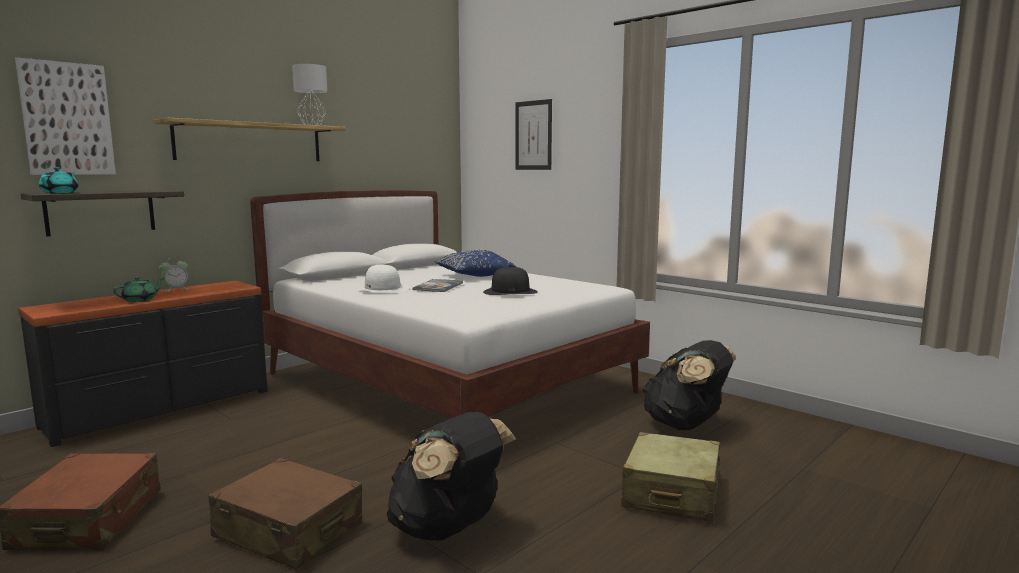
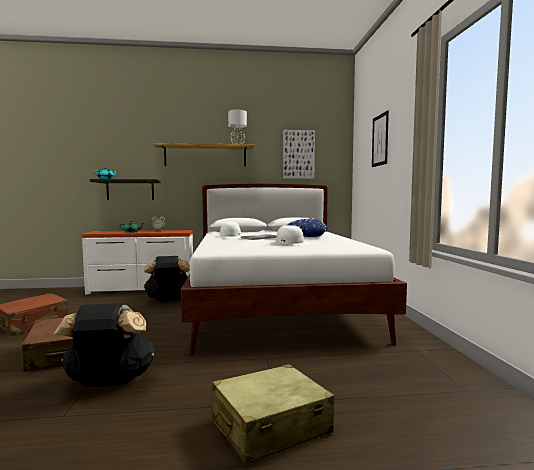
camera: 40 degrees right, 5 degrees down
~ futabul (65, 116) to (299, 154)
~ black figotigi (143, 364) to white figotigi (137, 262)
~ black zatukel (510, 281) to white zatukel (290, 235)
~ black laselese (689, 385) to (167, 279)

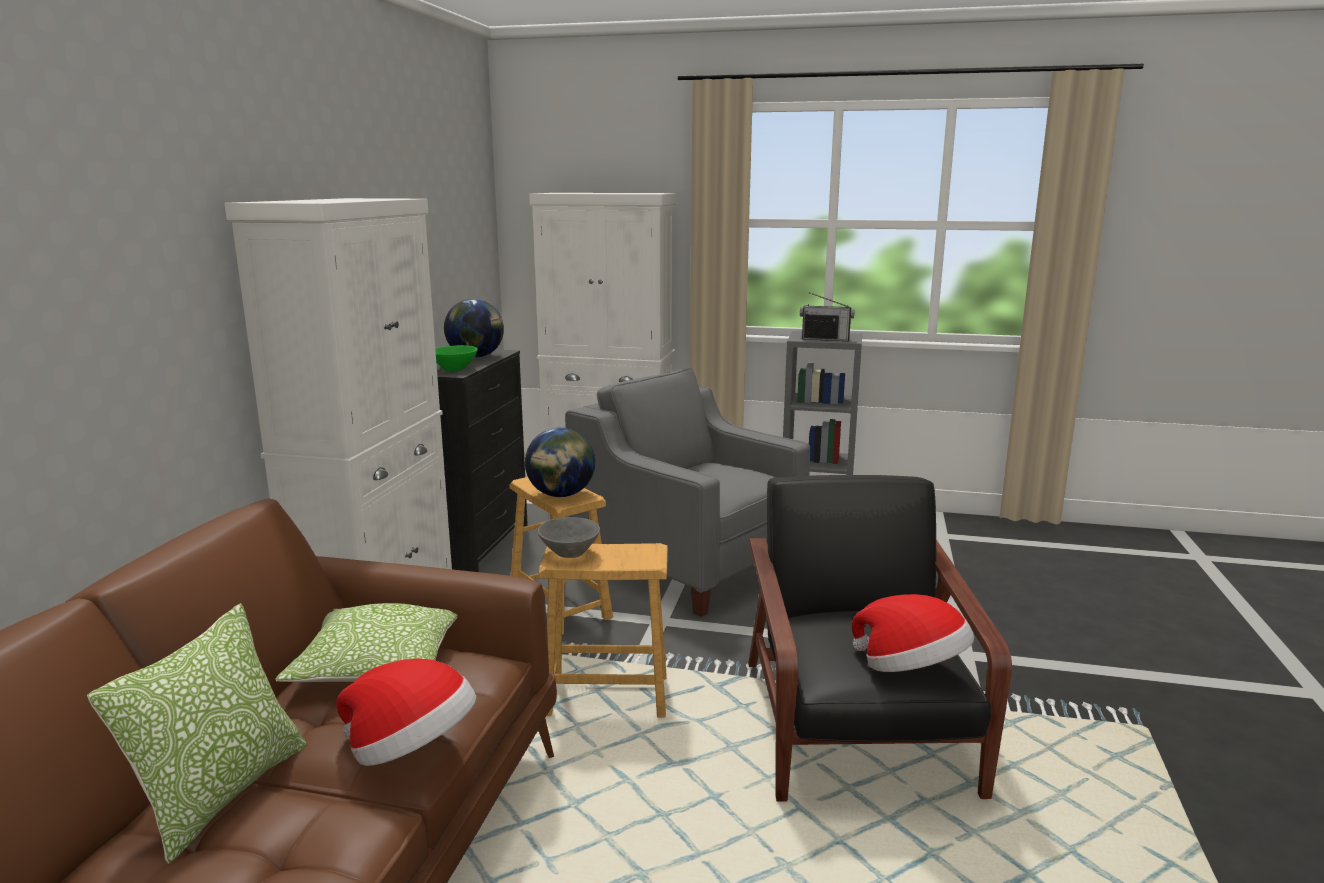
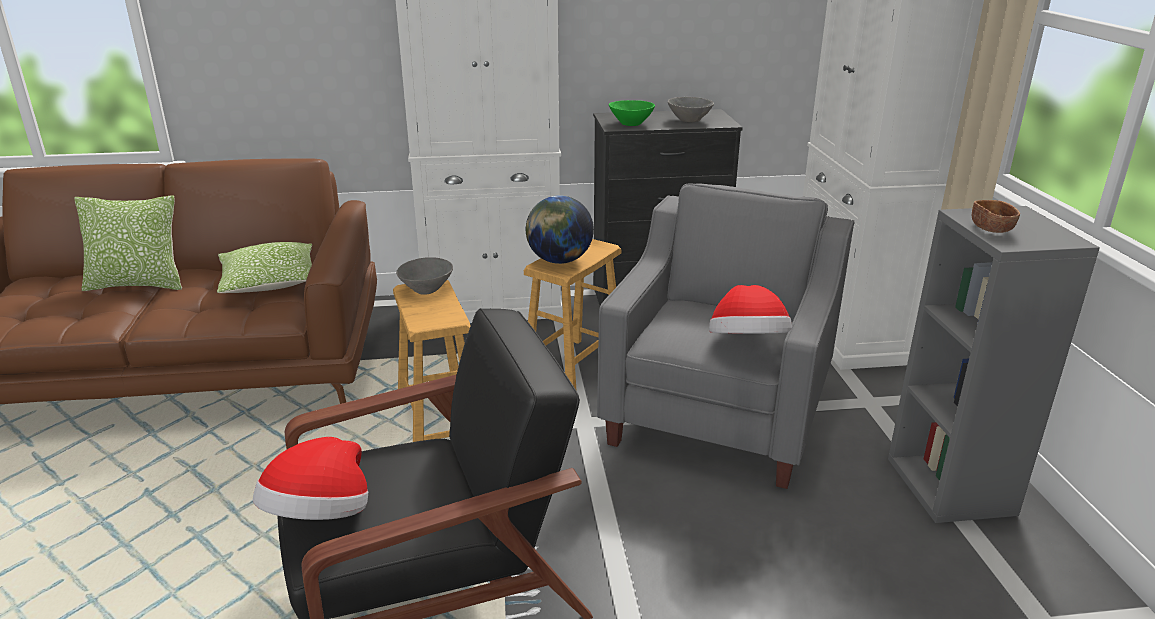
camera: 70 degrees right, 10 degrees up
~ zatukel (406, 712) to (750, 309)
~ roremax (474, 328) to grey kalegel (691, 109)
~ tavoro (827, 316) to brown kalegel (996, 216)

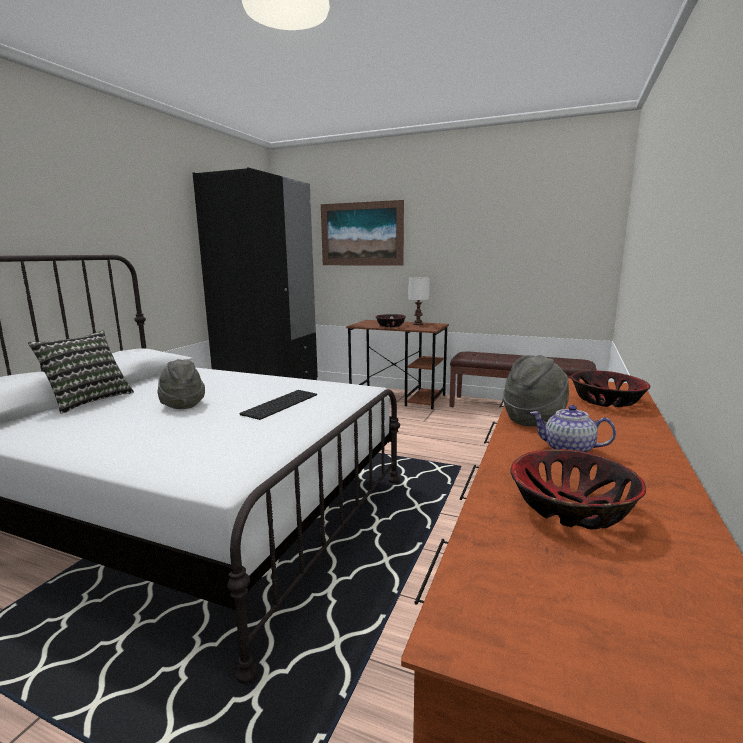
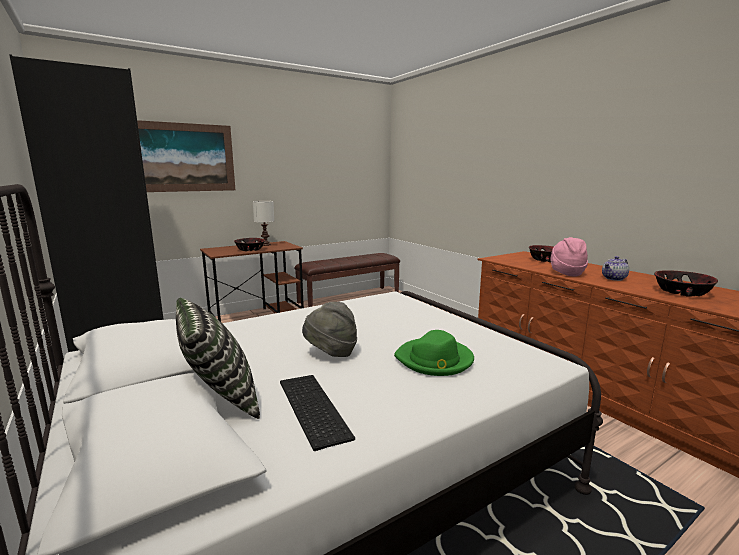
camera: 55 degrees left, 0 degrees up
~ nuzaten (278, 405) to (317, 413)
~ grey zatukel (536, 391) to pink zatukel (569, 256)
+ green zatukel (434, 353)

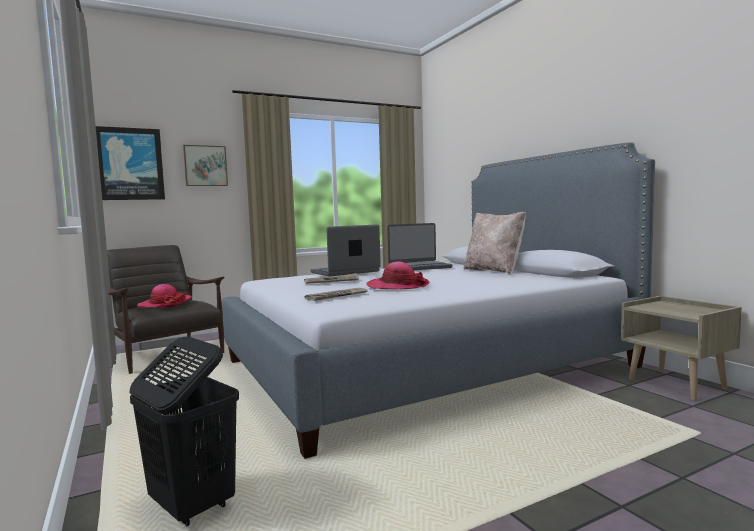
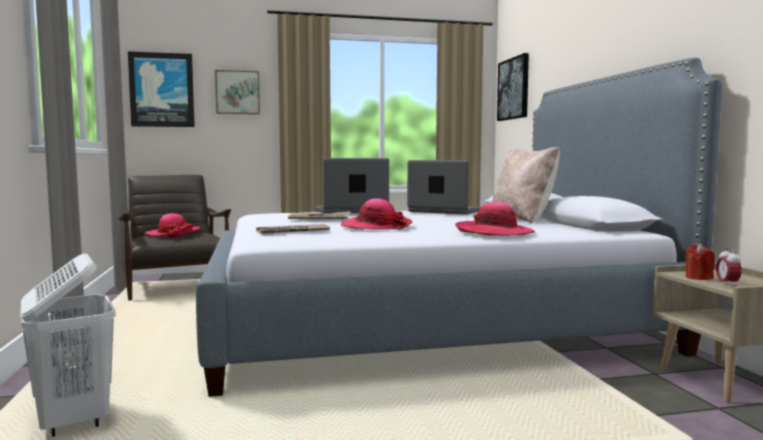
camera: 15 degrees right, 0 degrees up
~ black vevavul (184, 431) to white vevavul (68, 345)
~ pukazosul (420, 246) = (444, 187) 150 degrees counterclockwise
+ zatukel (495, 219)
+ futabul (513, 87)
+ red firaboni (700, 261)
+ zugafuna (729, 265)

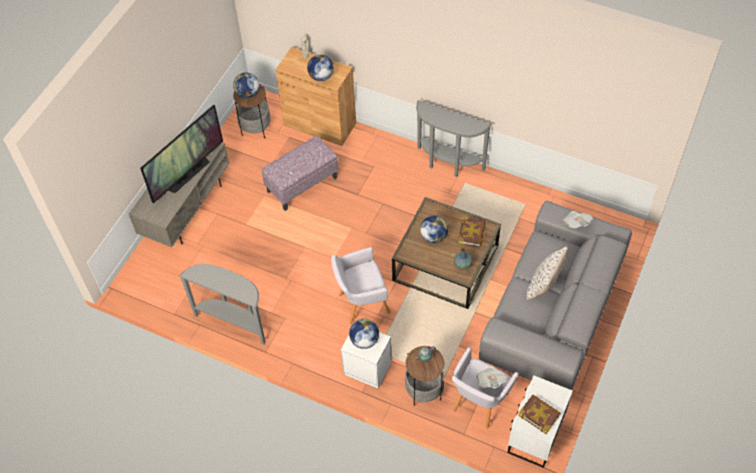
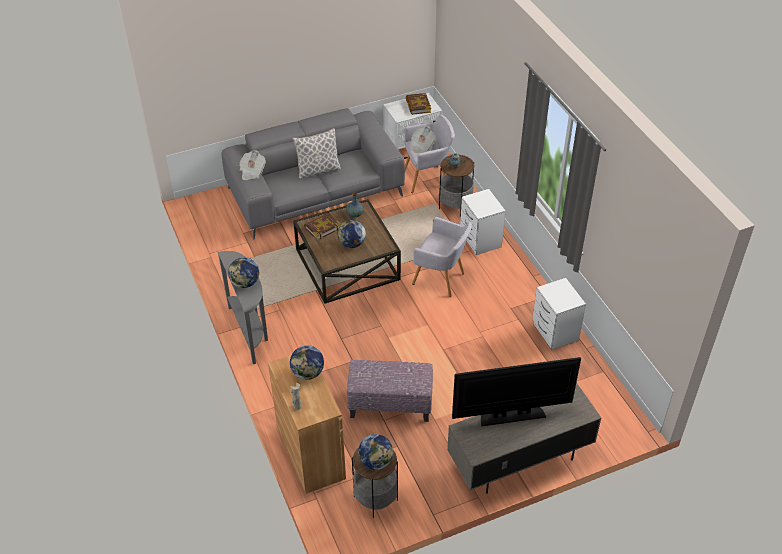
camera: 140 degrees left, 10 degrees down
~ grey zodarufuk (222, 304) to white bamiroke (559, 314)
~ roremax (364, 334) to (243, 272)

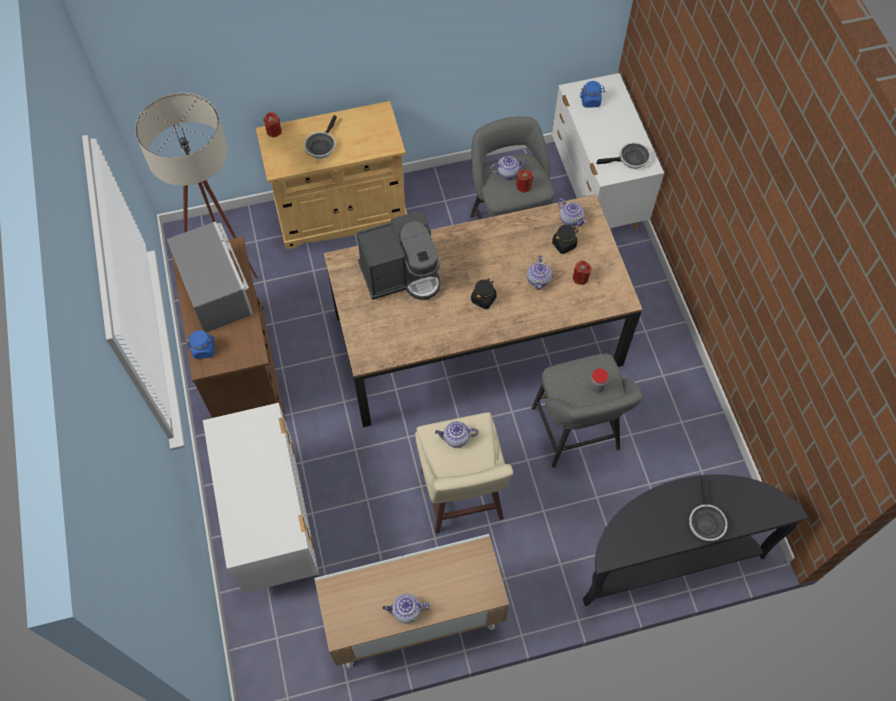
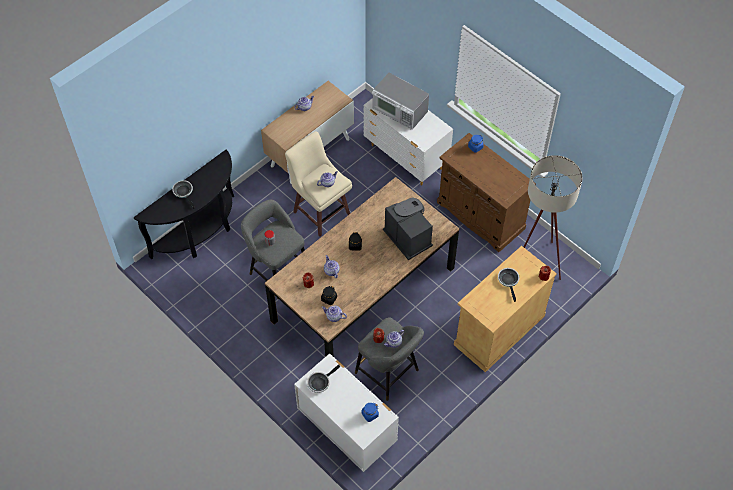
camera: 150 degrees right, 5 degrees down
~ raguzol (210, 277) to (400, 101)
~ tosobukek (398, 255) = (408, 229) 105 degrees clockwise

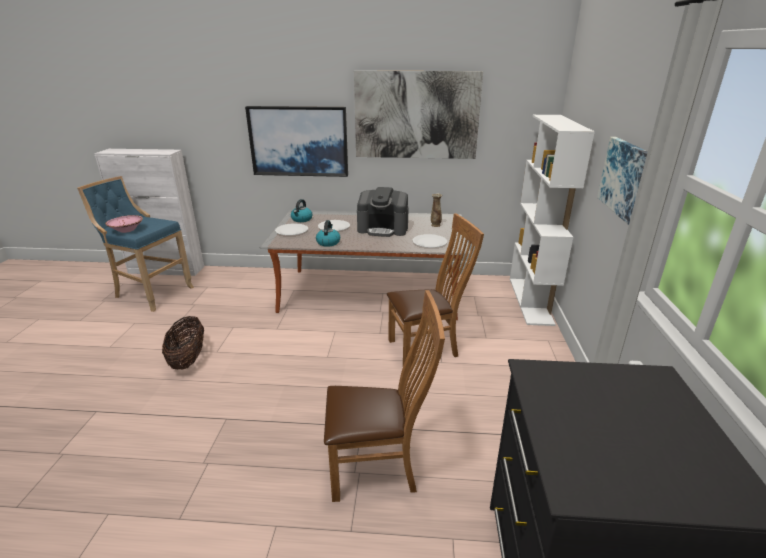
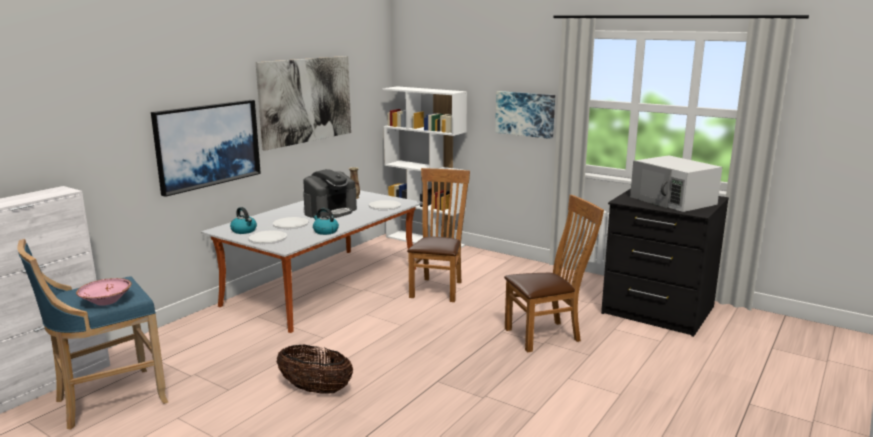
camera: 60 degrees left, 10 degrees down
~ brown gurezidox (384, 396) = (554, 273) 45 degrees clockwise
+ white raguzol (676, 183)

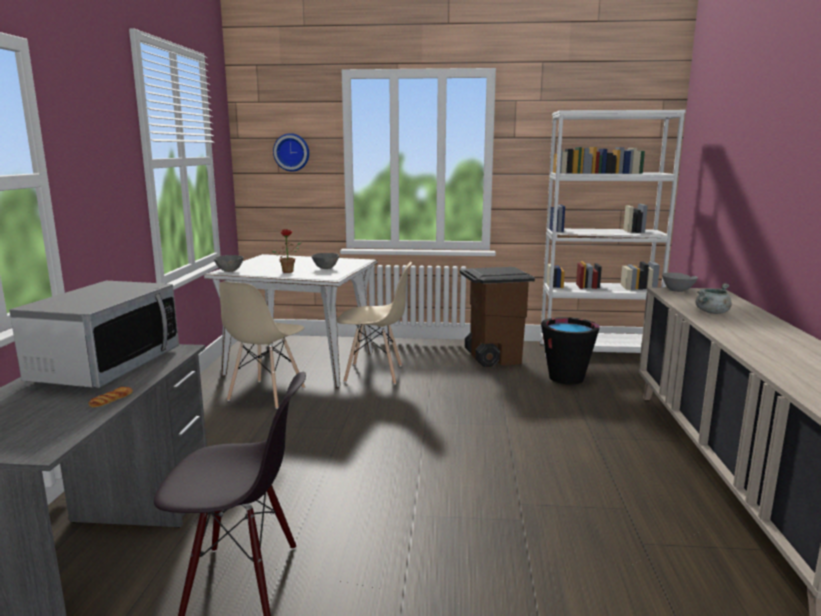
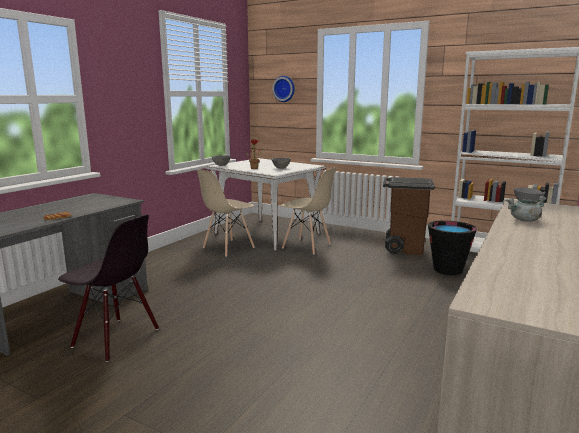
camera: 25 degrees right, 0 degrees up
- raguzol (94, 334)

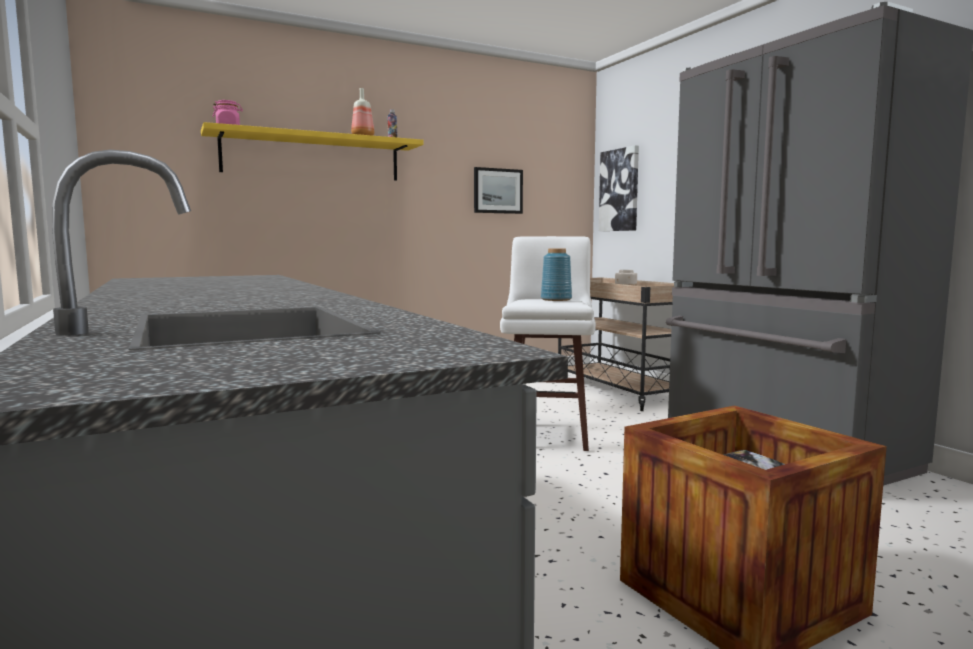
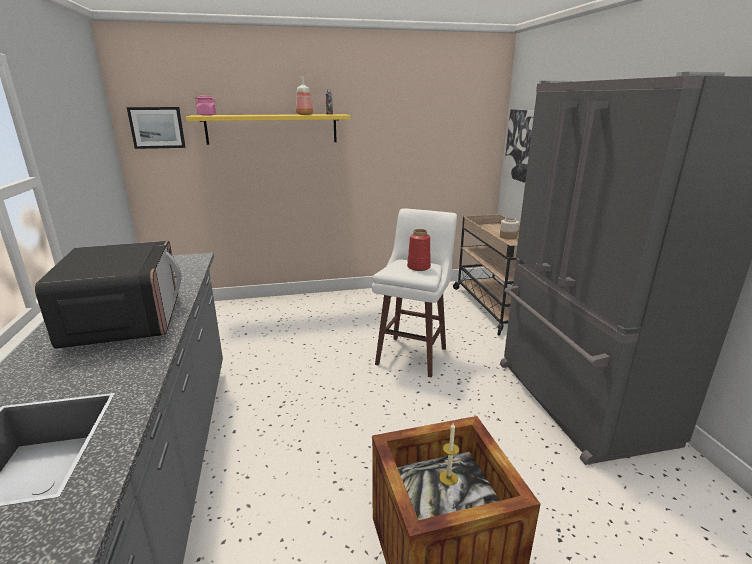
camera: 15 degrees right, 15 degrees up
~ futabul (498, 190) to (156, 128)
~ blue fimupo (556, 275) to red fimupo (419, 250)
+ raguzol (108, 295)
+ firaboni (449, 454)

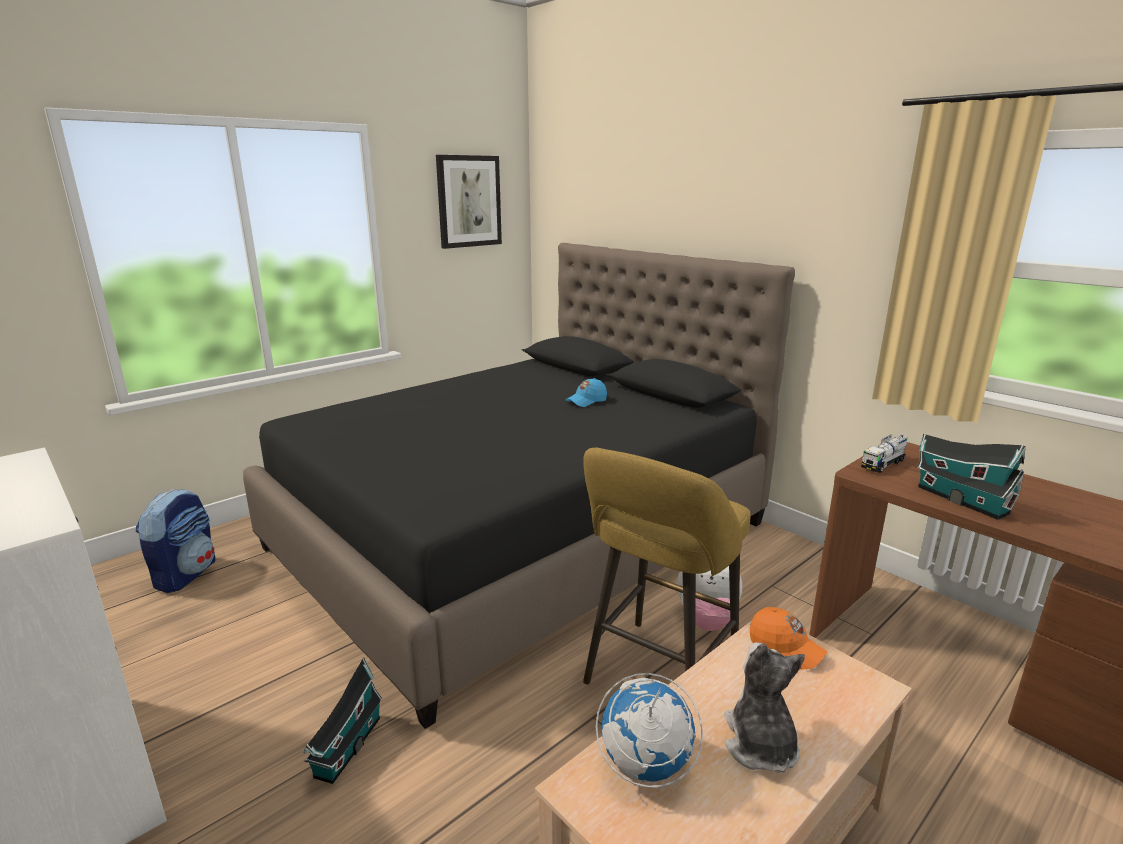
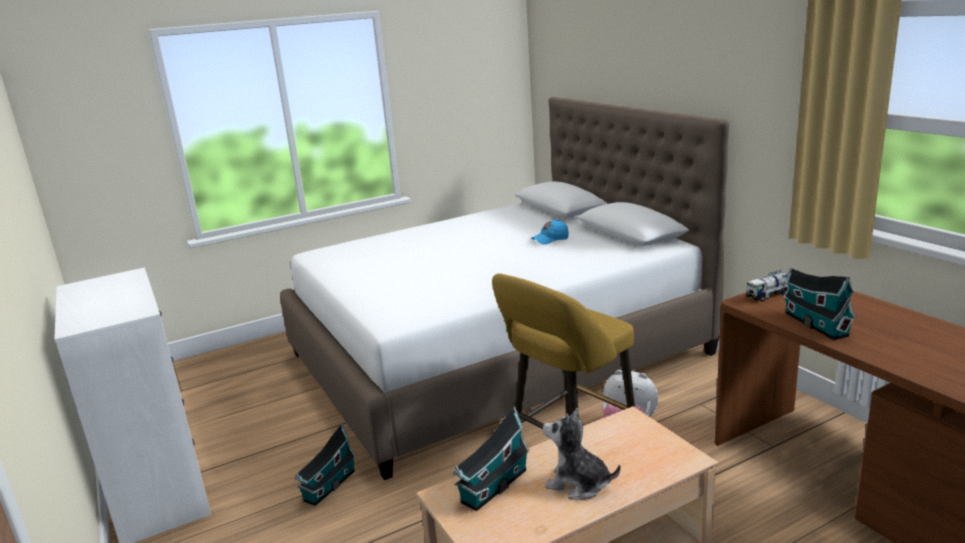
camera: 15 degrees right, 0 degrees up
- laselese (175, 541)
~ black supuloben (519, 486) to white supuloben (504, 288)
- futabul (469, 202)
~ roremax (649, 730) to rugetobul (491, 458)
~ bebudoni (764, 707) = (582, 454) 75 degrees counterclockwise
- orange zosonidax (788, 638)

